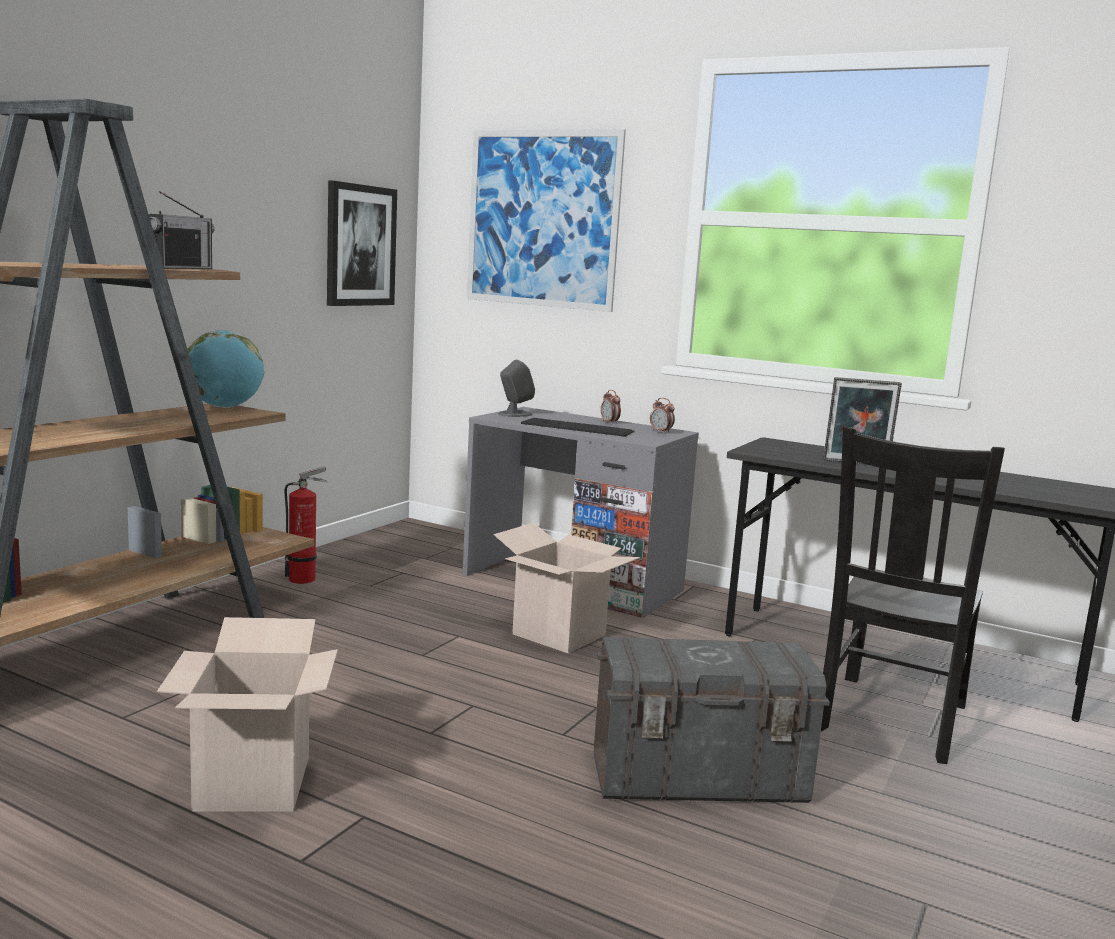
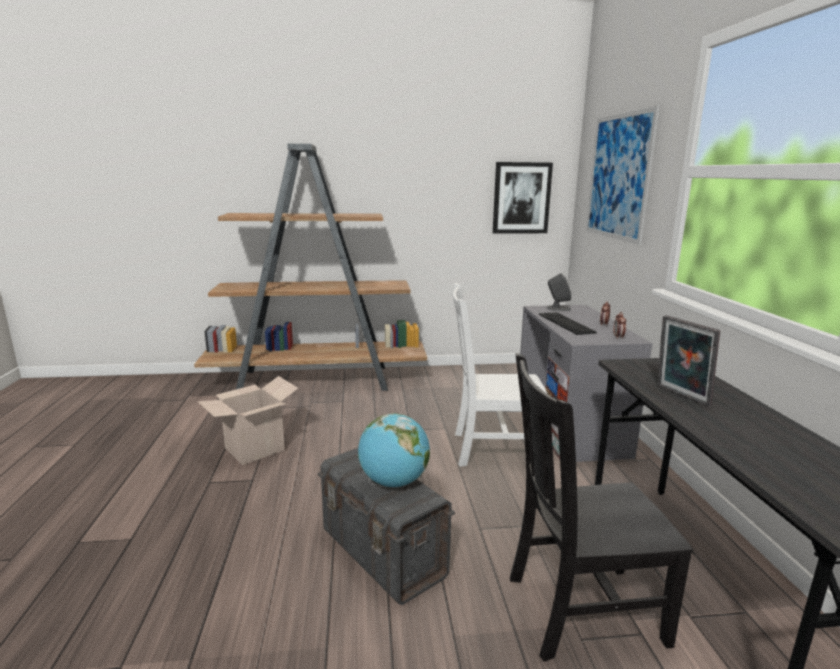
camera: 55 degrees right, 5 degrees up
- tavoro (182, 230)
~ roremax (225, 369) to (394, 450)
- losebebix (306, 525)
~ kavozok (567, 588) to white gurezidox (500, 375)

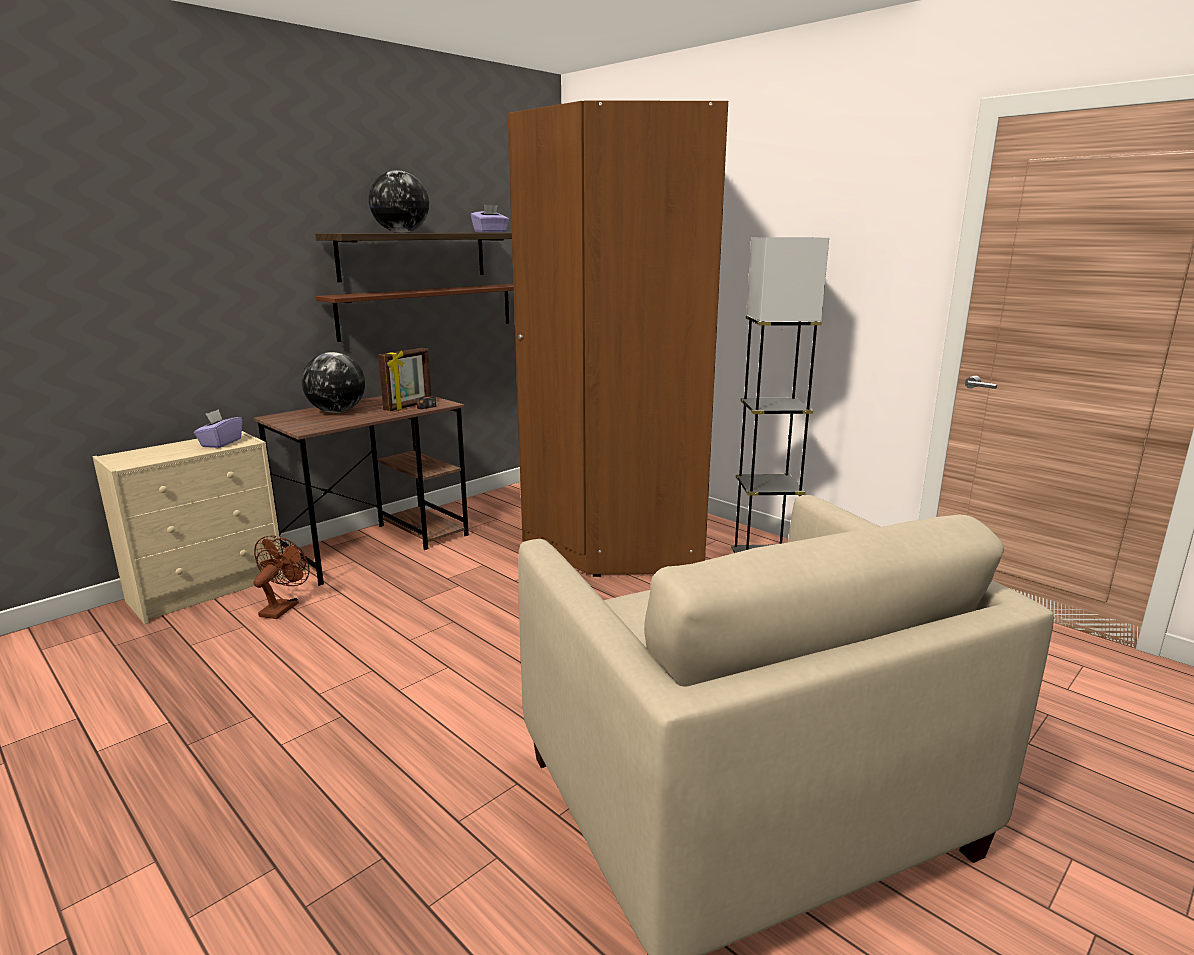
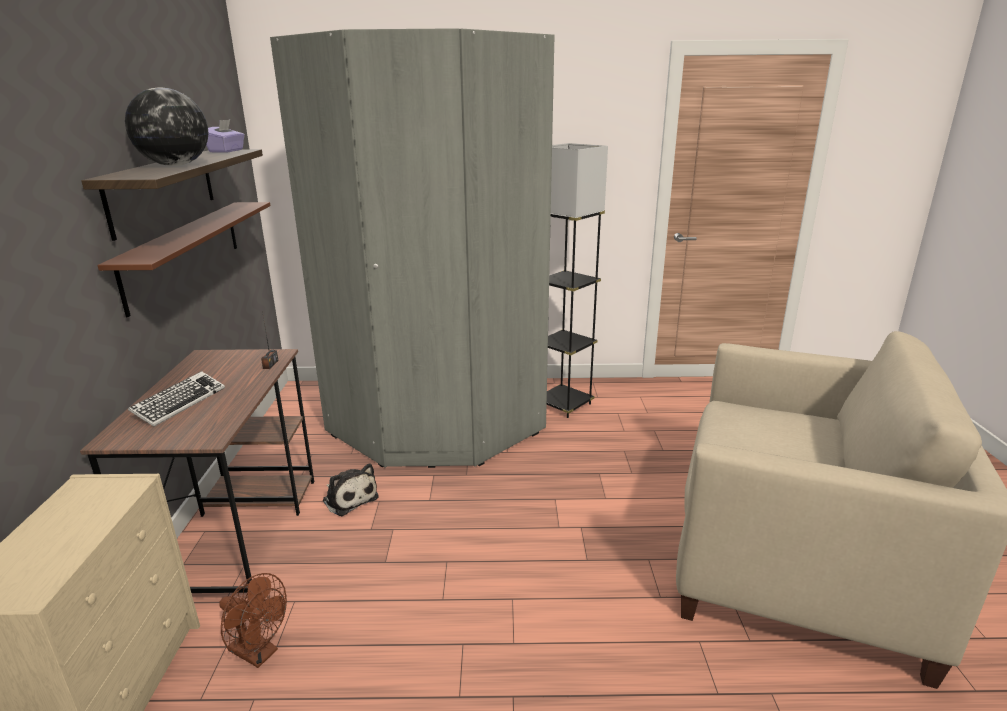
camera: 45 degrees left, 5 degrees up
- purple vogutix (218, 428)
~ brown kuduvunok (281, 577) = (253, 620) 150 degrees clockwise
~ roremax (333, 382) to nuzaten (176, 399)
- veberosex (404, 379)
~ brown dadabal (618, 339) to grey dadabal (412, 248)
+ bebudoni (351, 489)

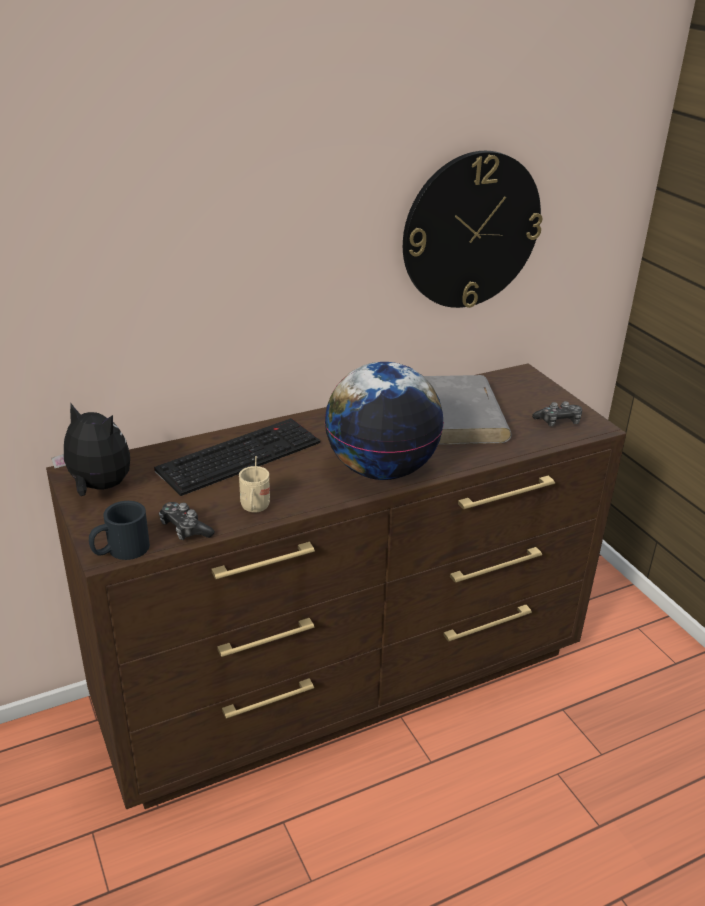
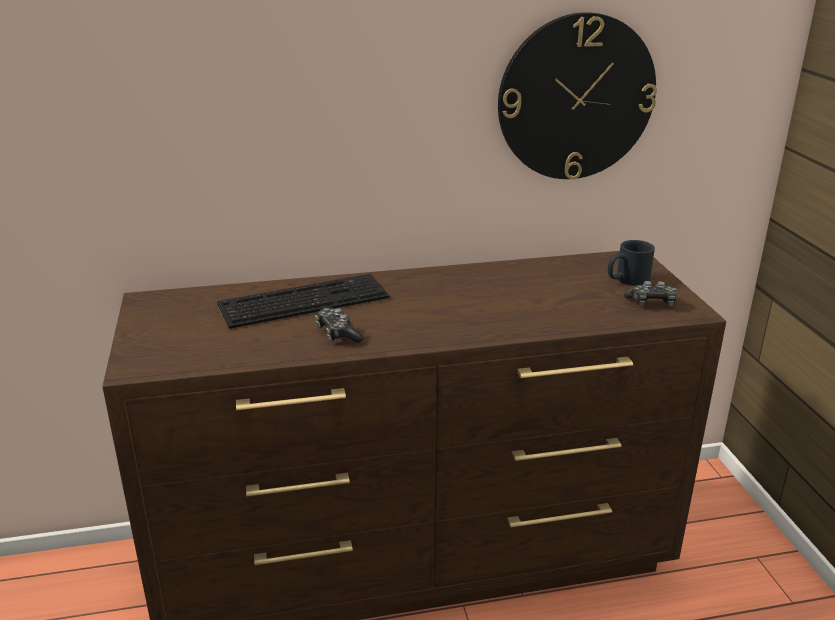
camera: 15 degrees right, 5 degrees down
- bebudoni (90, 449)
~ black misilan (119, 530) to (631, 263)
~ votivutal (187, 521) to (339, 325)
- beige misilan (254, 484)
- roremax (384, 421)
- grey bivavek (468, 410)

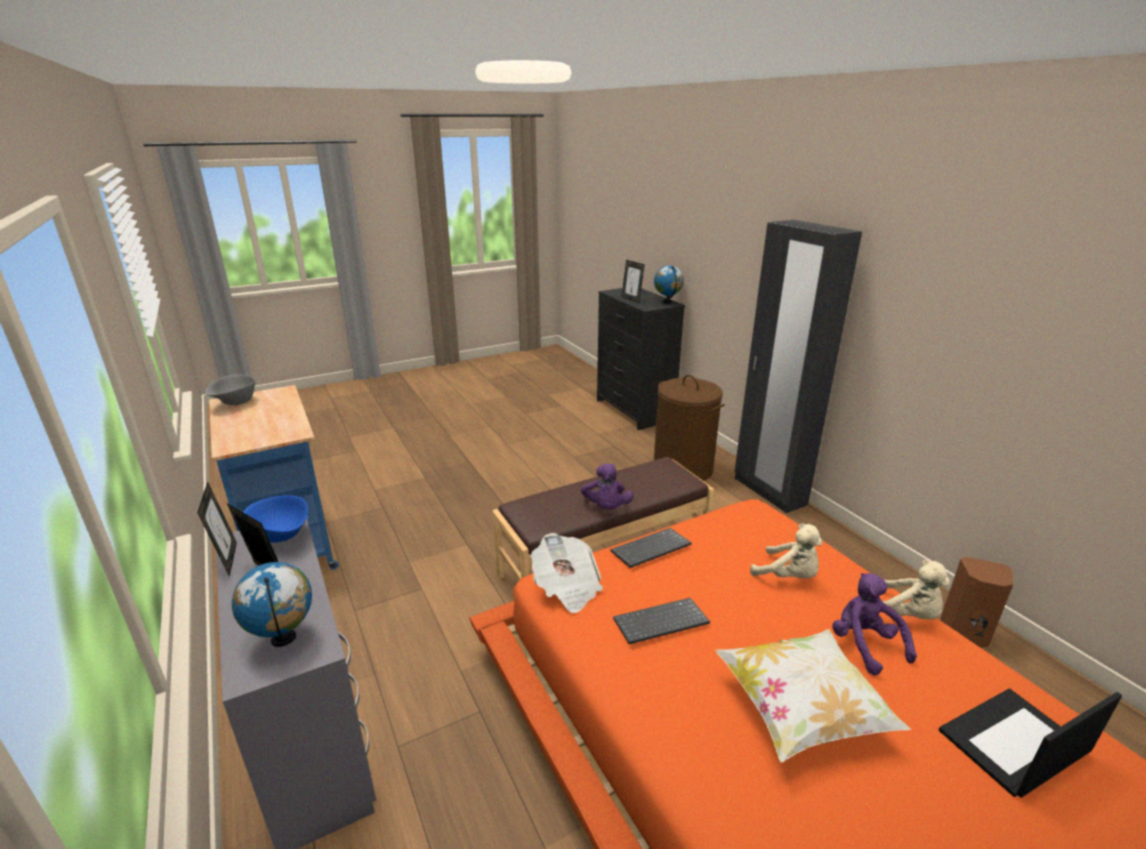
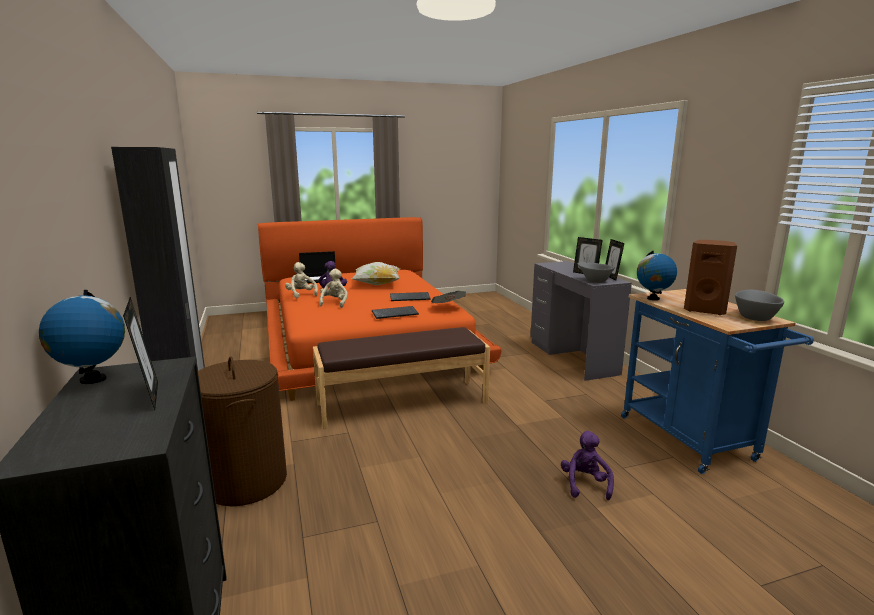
camera: 170 degrees left, 10 degrees down
~ roremax (272, 604) to (657, 275)
~ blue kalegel (276, 519) to grey kalegel (596, 272)
~ purple bebudoni (607, 486) to (587, 465)
~ beige bebudoni (786, 550) = (333, 288) 45 degrees clockwise
~ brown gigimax (976, 602) to (710, 277)

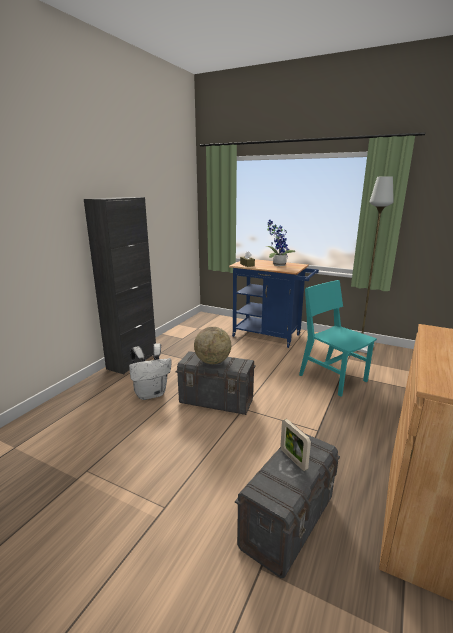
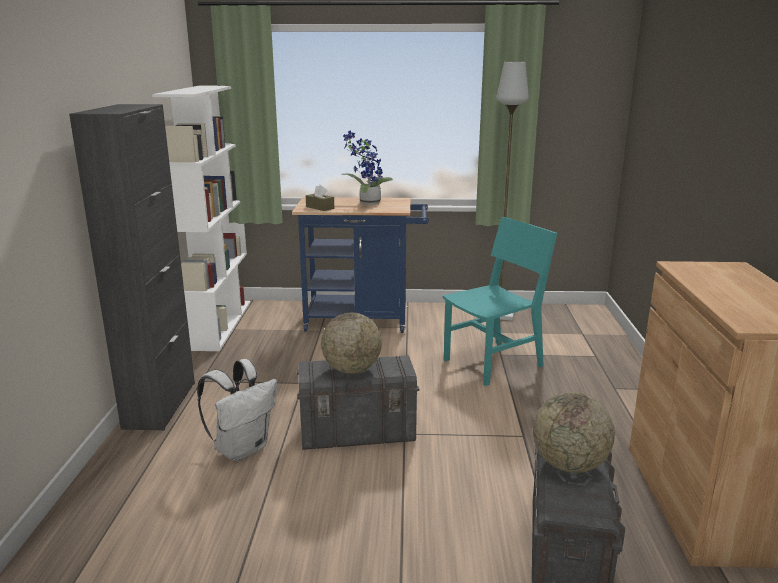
camera: 25 degrees left, 0 degrees up
~ veberosex (295, 445) to roremax (574, 432)
~ turquoise gurezidox (338, 338) = (500, 301) 120 degrees clockwise
+ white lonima (201, 218)

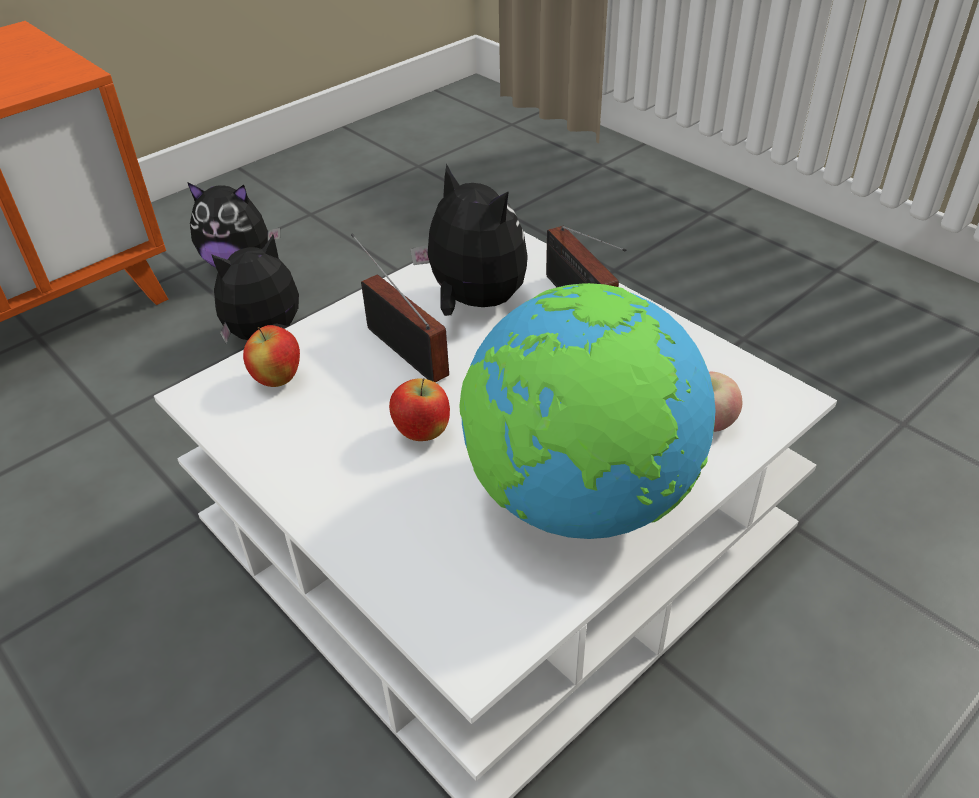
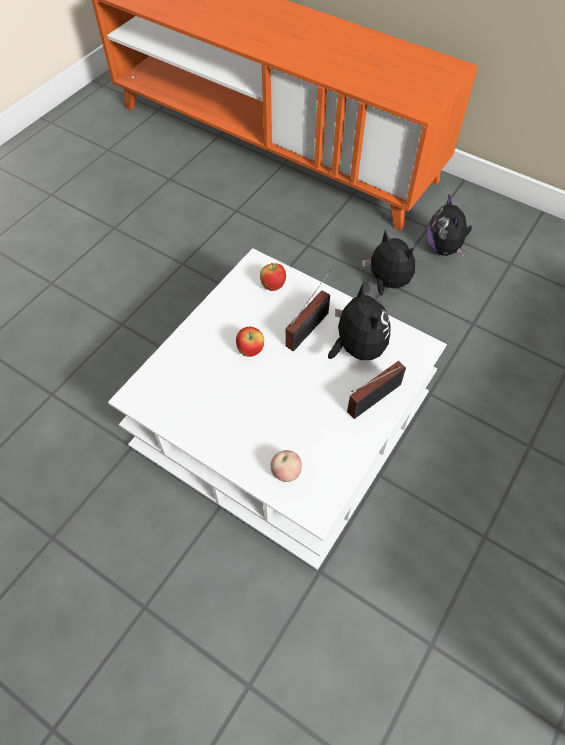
camera: 75 degrees right, 15 degrees up
~ bebudoni (469, 240) = (359, 321) 45 degrees counterclockwise
- roremax (587, 411)

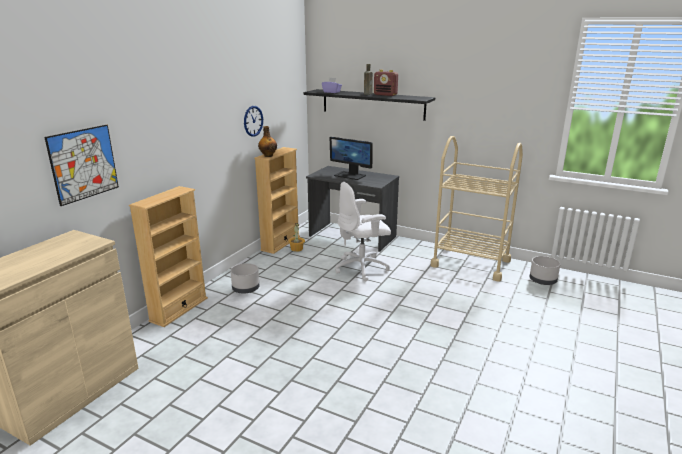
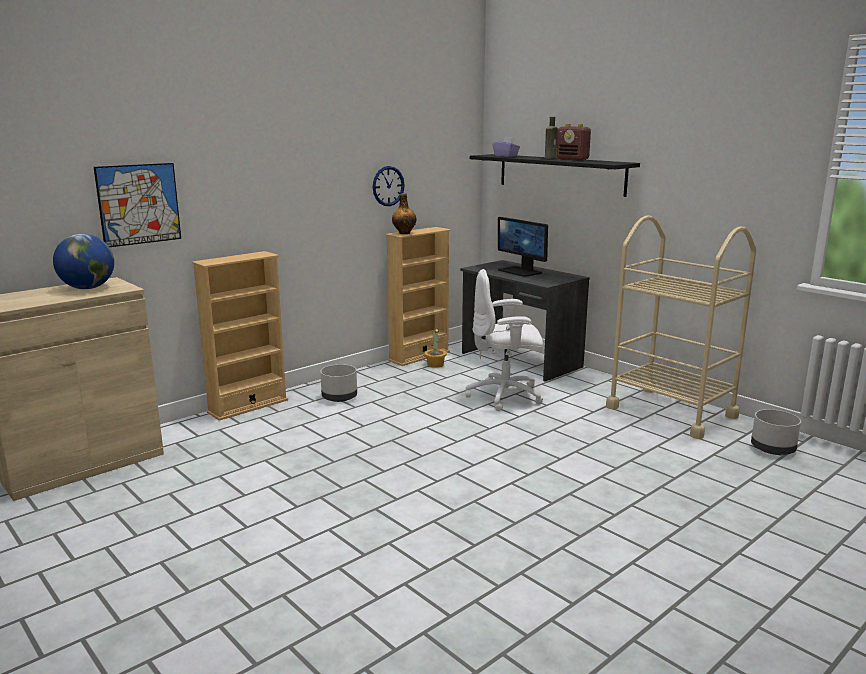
camera: 20 degrees right, 5 degrees down
+ roremax (83, 261)

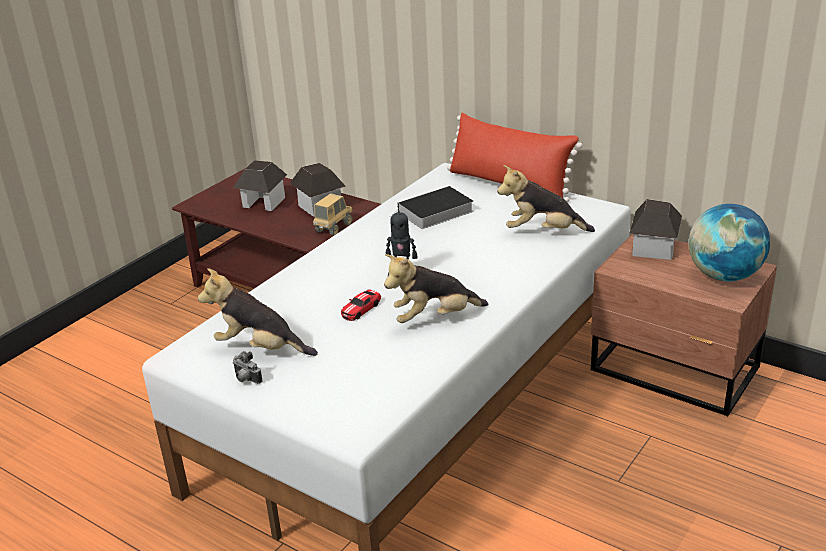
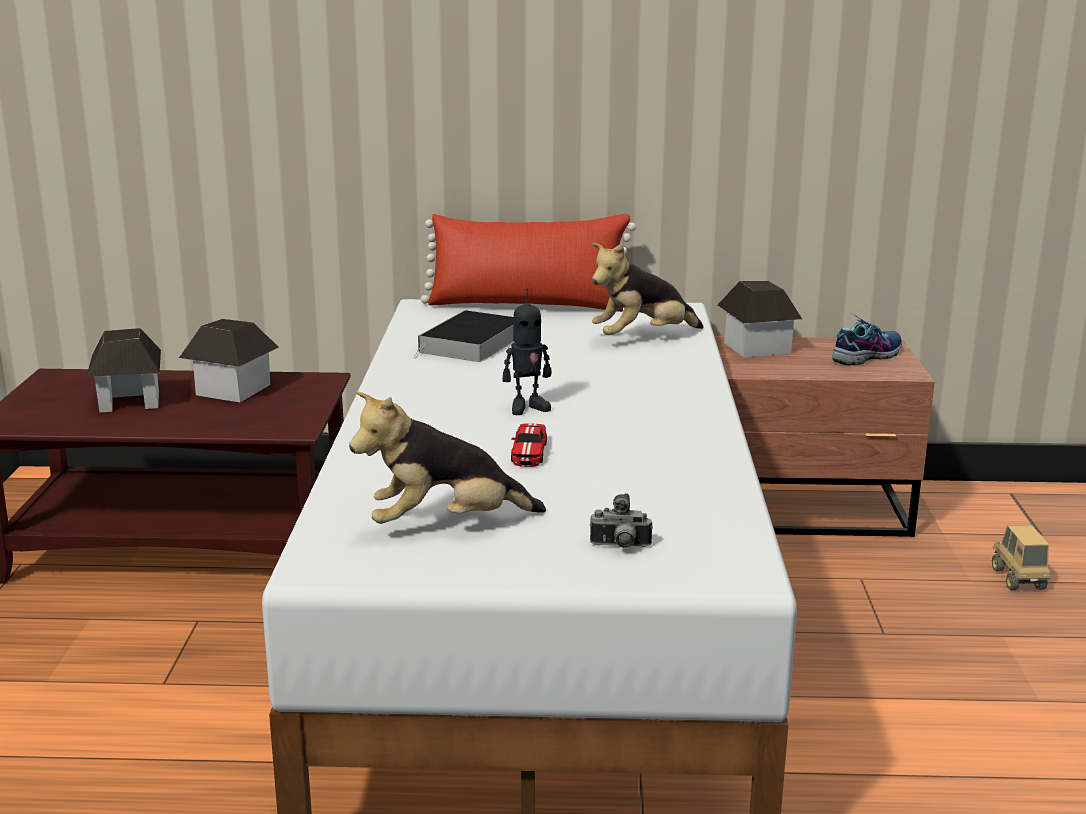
camera: 35 degrees left, 10 degrees down
~ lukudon (248, 367) to (621, 520)
~ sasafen (333, 214) to (1021, 557)
- bebudoni (436, 288)
~ roremax (729, 242) to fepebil (867, 339)

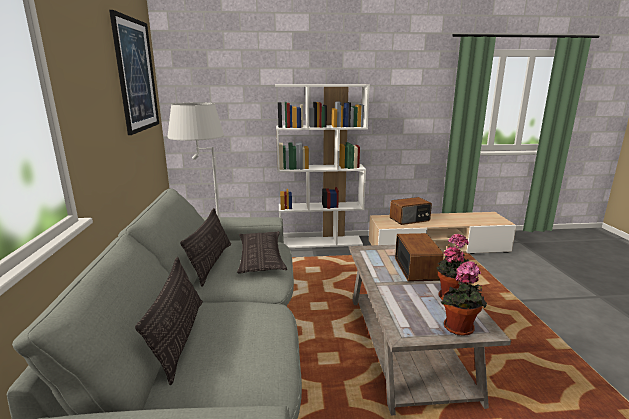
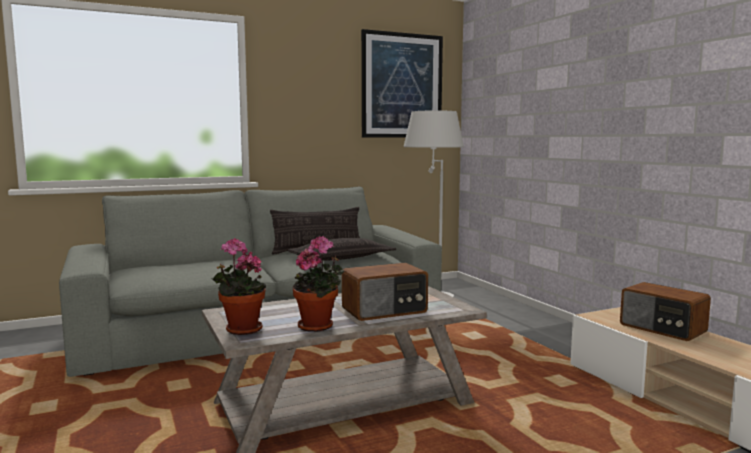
camera: 70 degrees right, 10 degrees down
- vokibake (169, 321)
- white lonima (322, 166)

